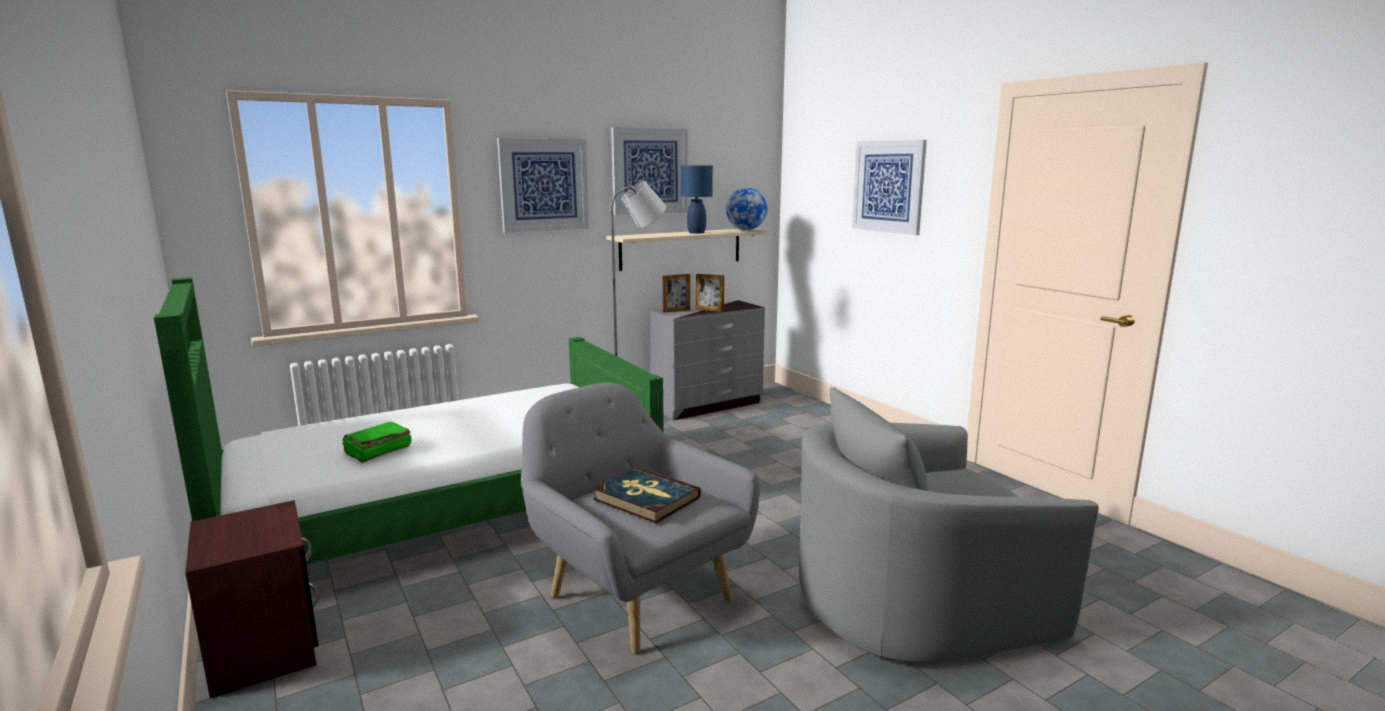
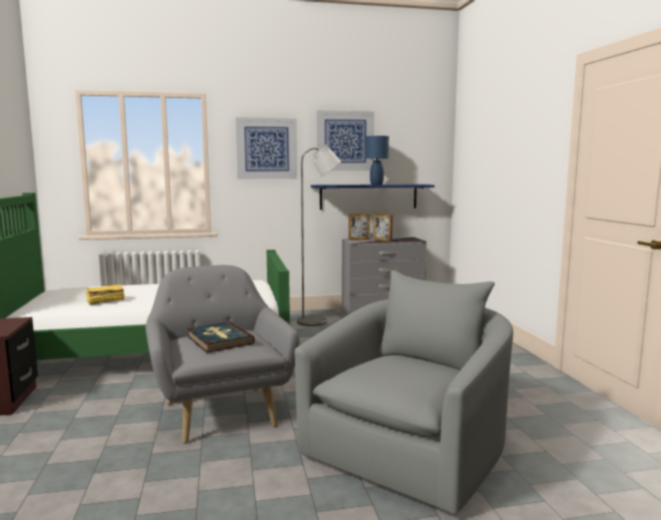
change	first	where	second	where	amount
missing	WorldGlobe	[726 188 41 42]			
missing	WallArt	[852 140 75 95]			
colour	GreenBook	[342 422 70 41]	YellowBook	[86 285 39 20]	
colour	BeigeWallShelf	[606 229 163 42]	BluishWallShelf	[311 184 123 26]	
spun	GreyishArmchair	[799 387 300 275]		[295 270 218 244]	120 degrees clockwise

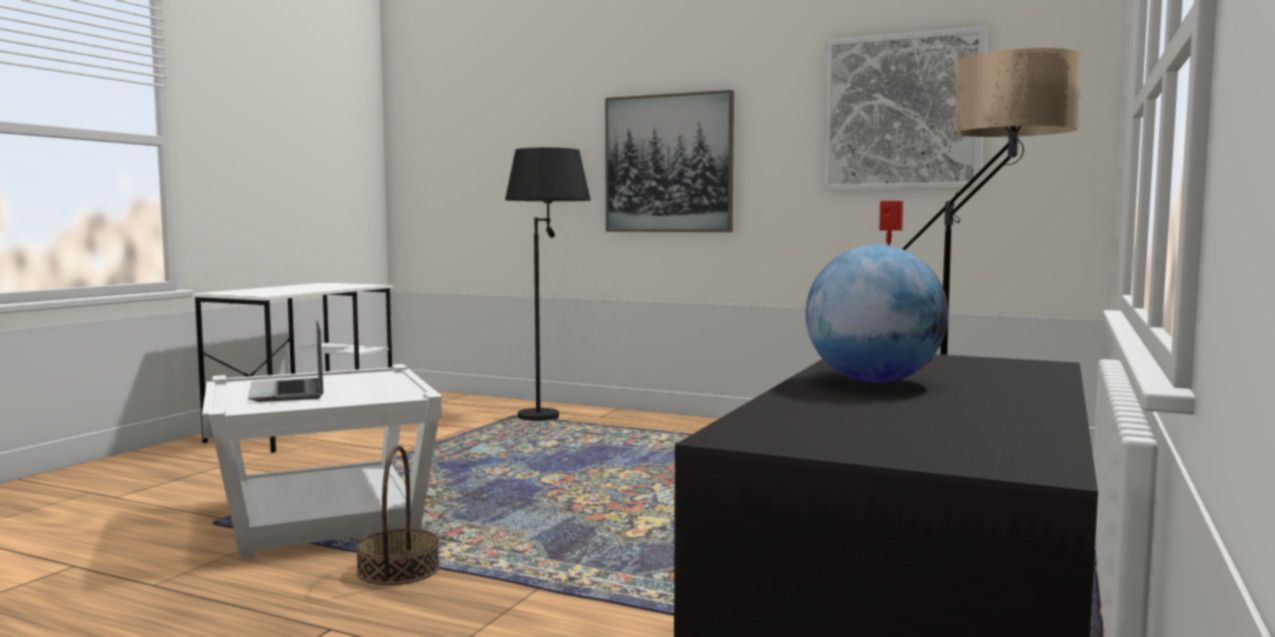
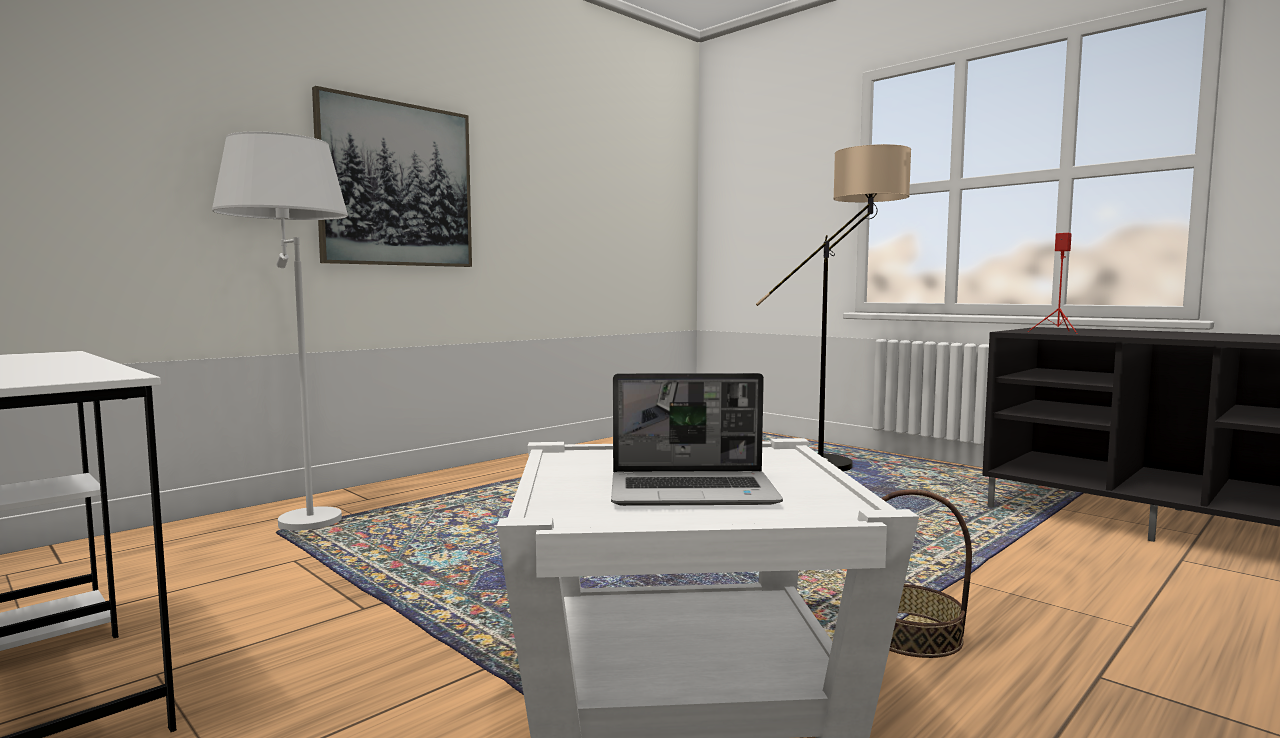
change	first	where	second	where	amount
missing	WorldGlobe	[806 245 142 138]			
missing	WallArt	[823 27 163 164]			
colour	BlackStandingLamp	[505 148 85 273]	WhiteColouredStandingLamp	[212 132 136 398]	

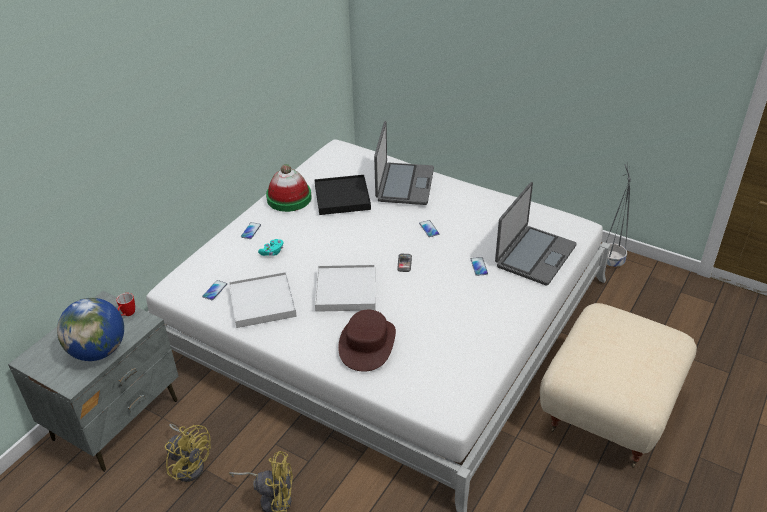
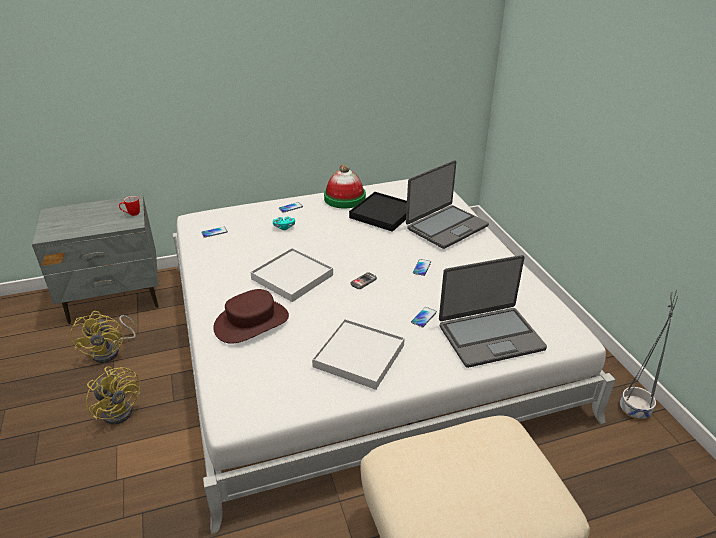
change	first	where	second	where	amount
missing	WorldGlobe	[57 298 67 63]			
relocated	WhiteColouredServingTray	[229 272 68 56]		[312 319 93 71]	

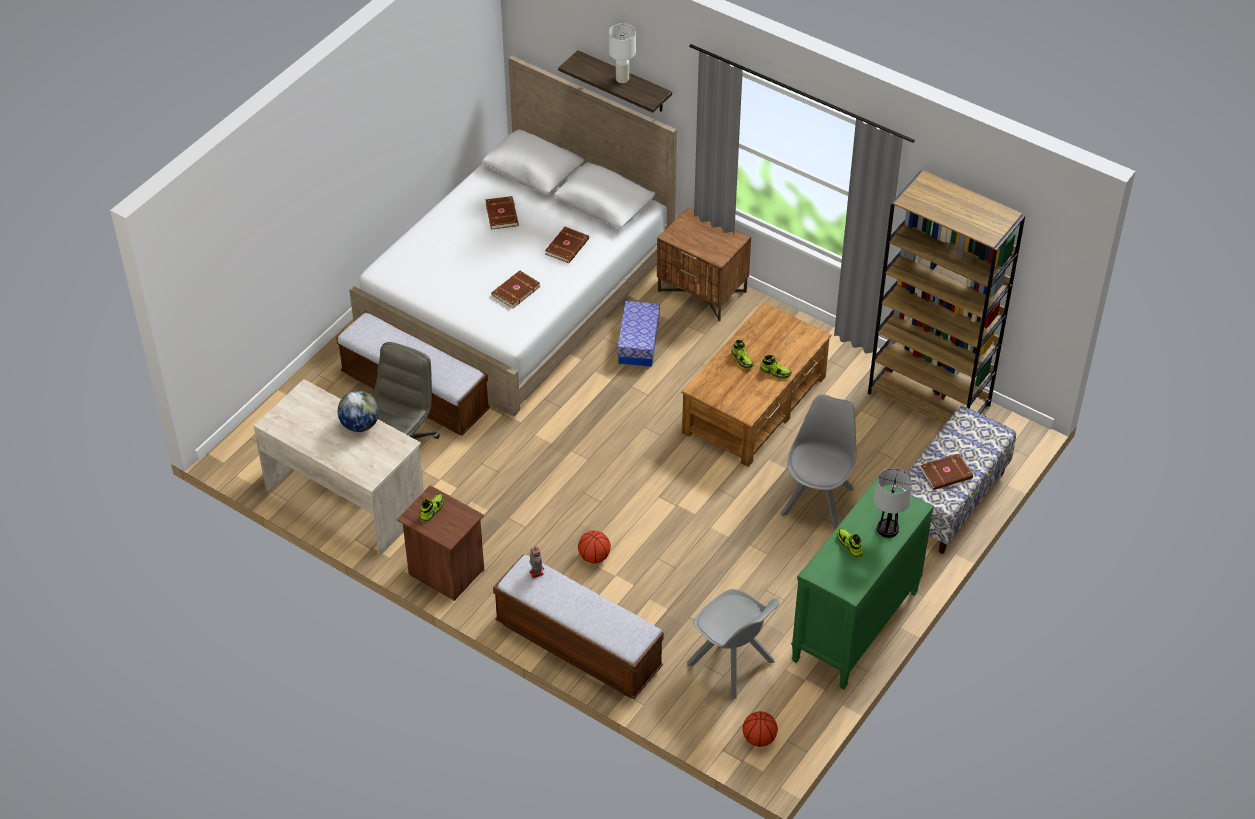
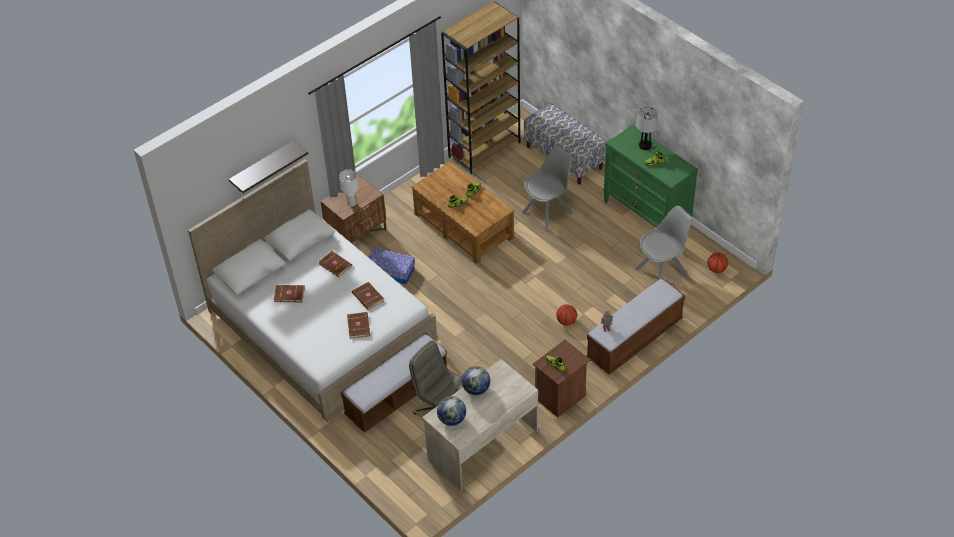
change	first	where	second	where	amount
appeared			WorldGlobe	[437 396 29 30]	
relocated	WhiteColouredTabletopLamp	[609 23 27 60]		[339 169 20 38]	
relocated	BrownishBook	[920 454 53 36]		[347 312 23 27]	
spun	GreyishPlainChair	[781 394 76 135]		[522 146 50 85]	105 degrees clockwise

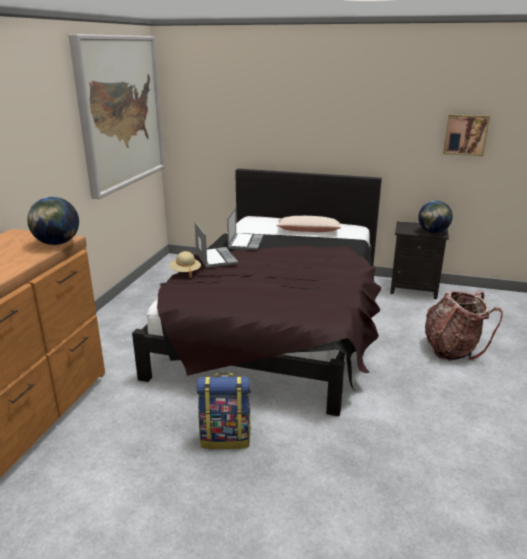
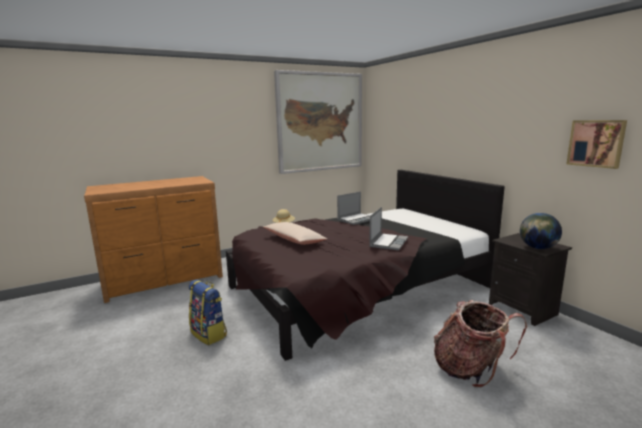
change	first	where	second	where	amount
missing	WorldGlobe	[27 197 52 48]			
relocated	PortableComputer	[195 221 43 47]		[369 207 39 44]	
relocated	BeigeThrowPillow	[276 216 65 16]		[263 222 64 23]	

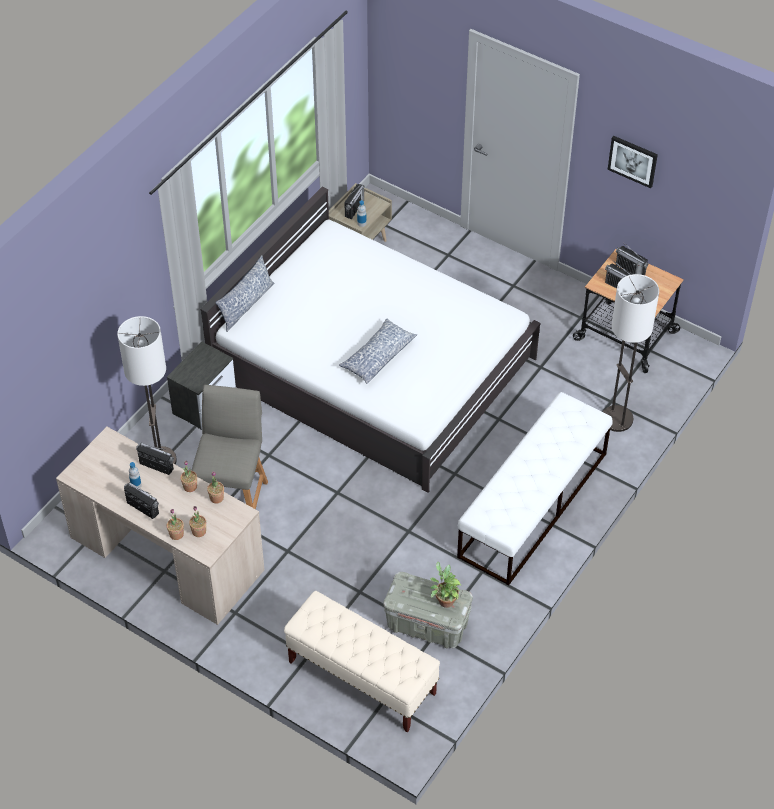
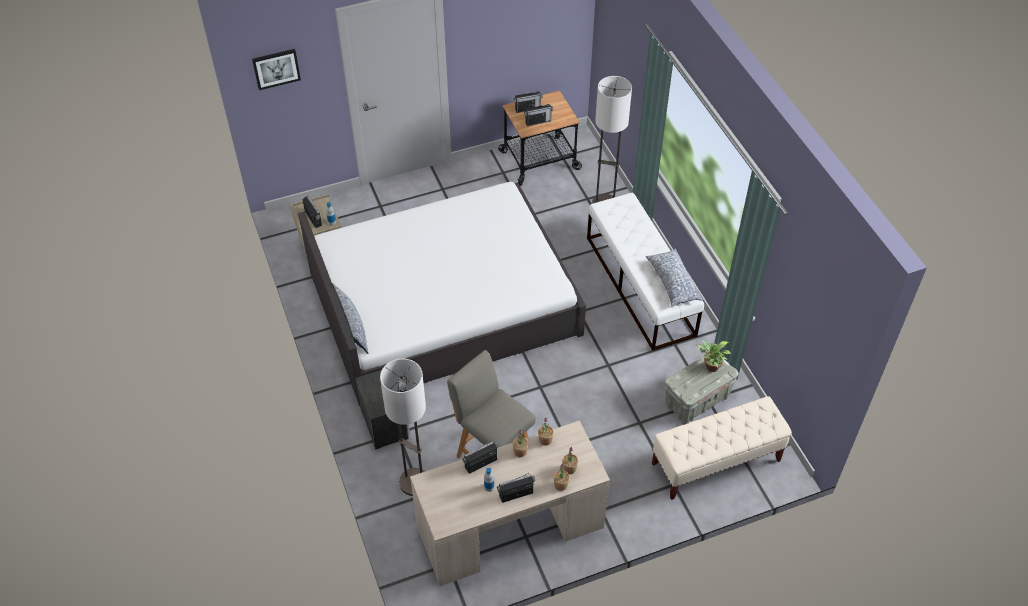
change	first	where	second	where	amount
relocated	ThrowPillow	[339 319 78 65]		[646 248 57 59]	
relocated	WallArt	[608 136 50 52]		[252 49 49 41]	

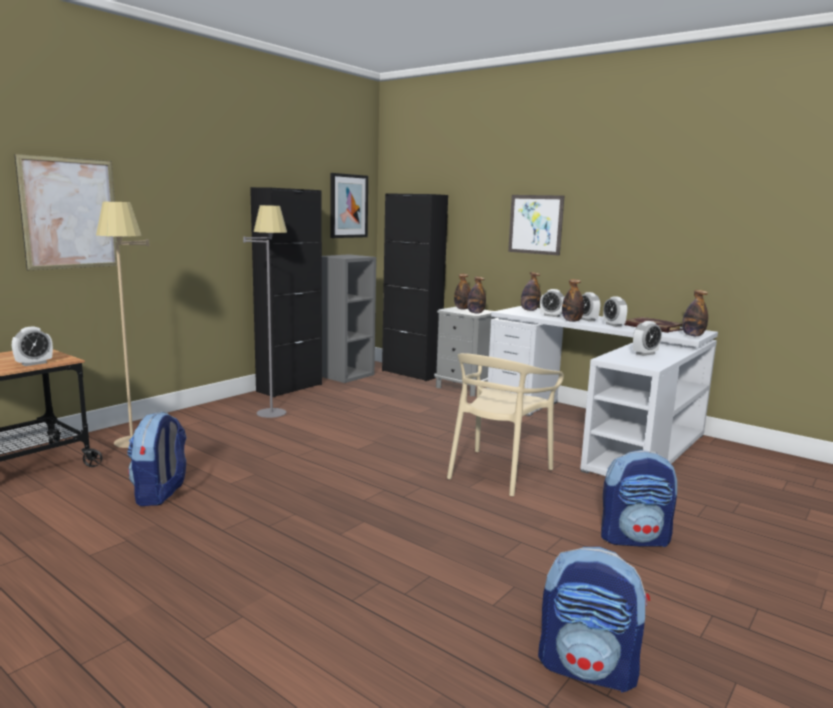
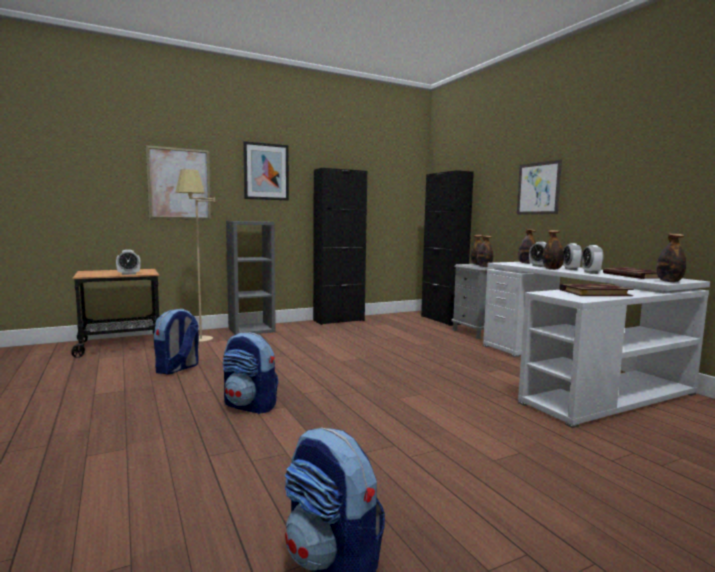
change	first	where	second	where	amount
missing	GreyishStandingLamp	[243 205 44 213]			
missing	BeigePlainChair	[447 353 117 144]			
relocated	GreyishBookshelf	[322 254 54 129]		[226 221 50 114]	
relocated	WallArt	[331 173 37 65]		[243 141 46 60]	
relocated	Rucksack	[601 450 76 97]		[223 332 55 82]	
exchanged	TableClock	[633 321 29 35]	Book	[560 284 74 12]	

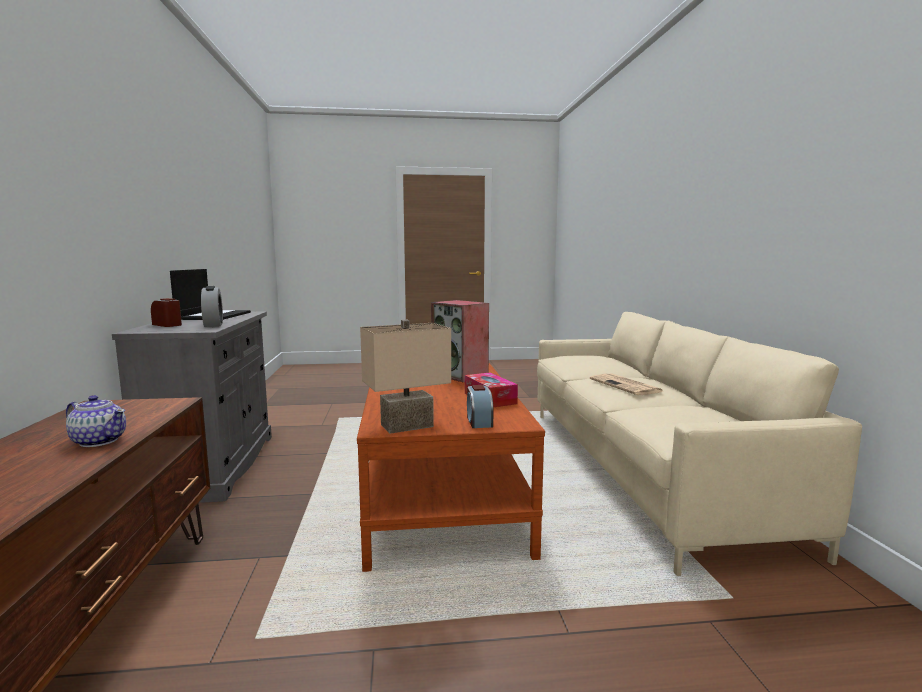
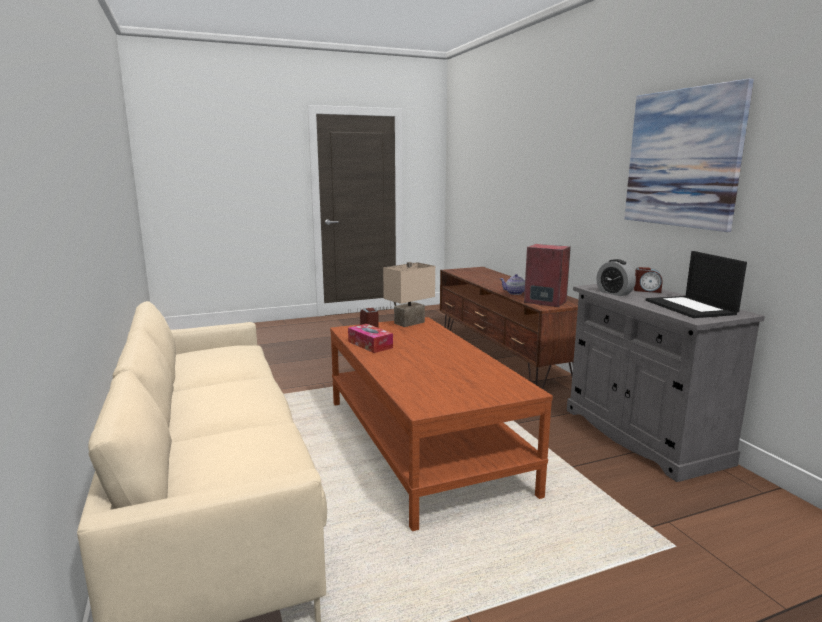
change	first	where	second	where	amount
missing	PrintedPaper	[590 374 73 21]			
appeared			WallArt	[624 78 130 154]	
relocated	AudioSpeaker	[431 300 58 82]		[524 244 47 63]	

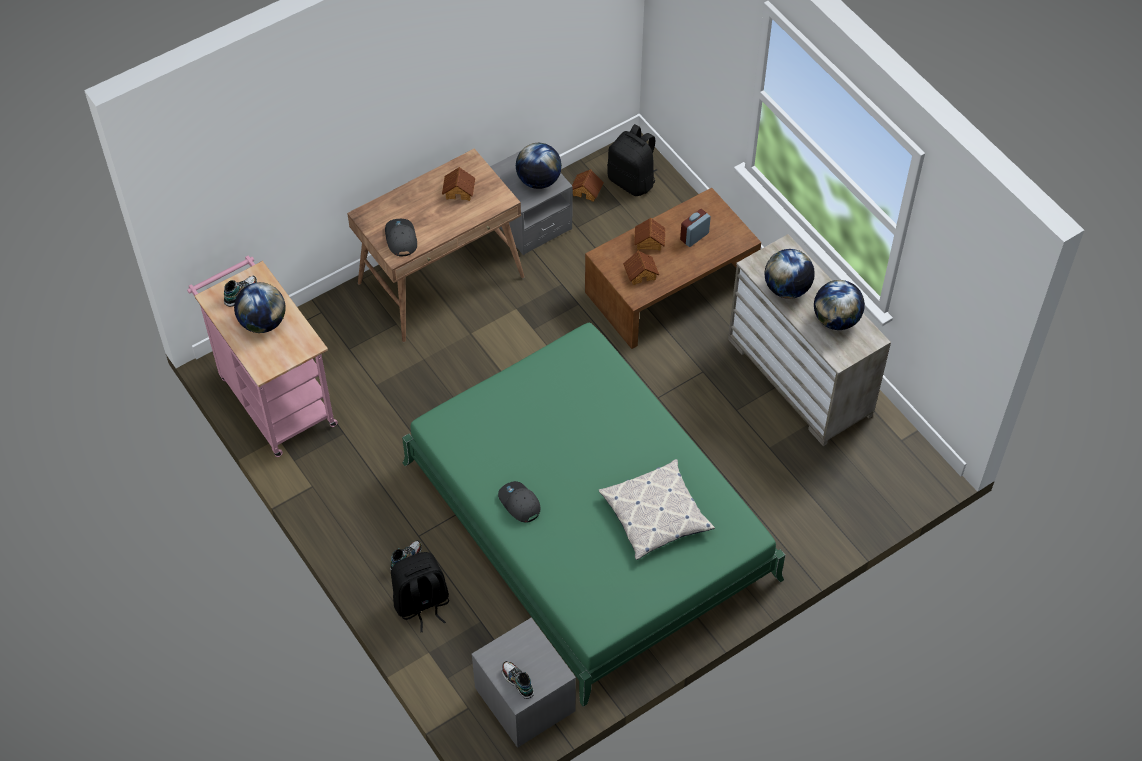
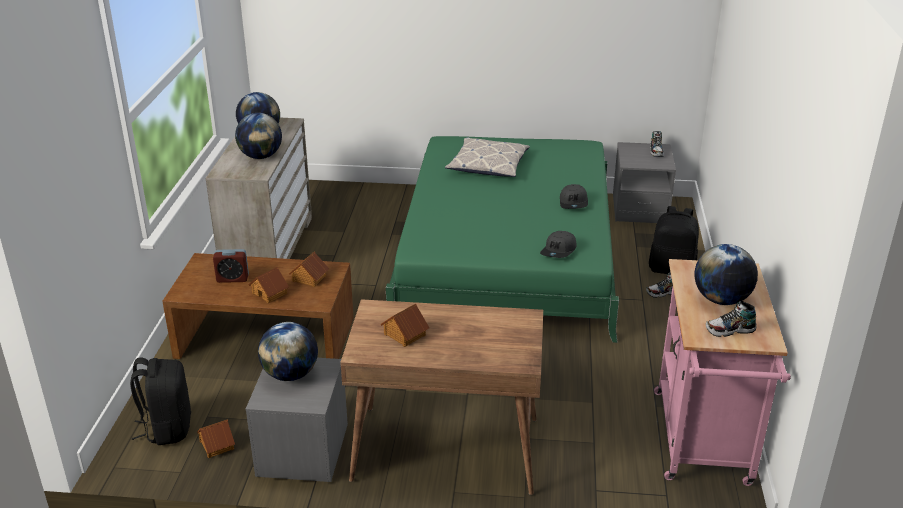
change	first	where	second	where	amount
relocated	GreyishBaseballCap	[385 219 32 38]		[540 231 37 27]	

